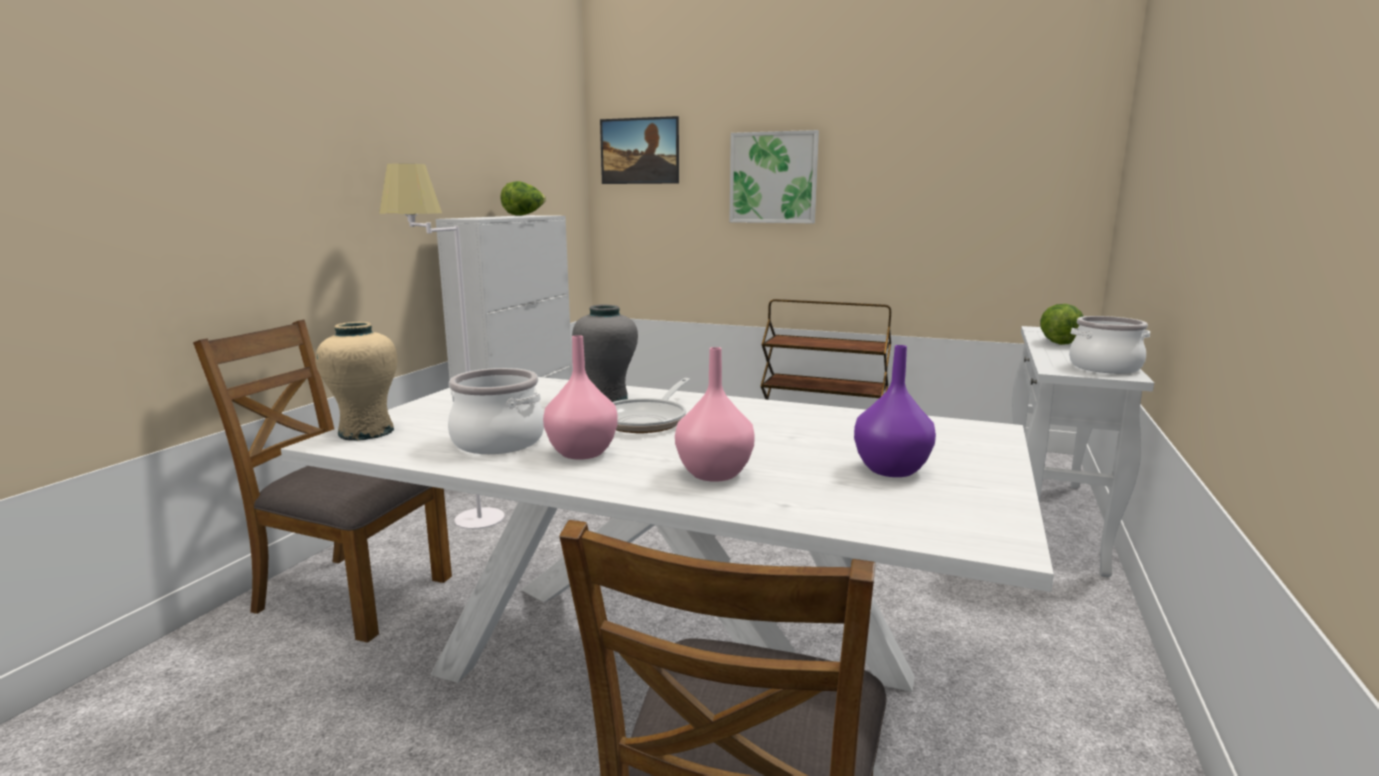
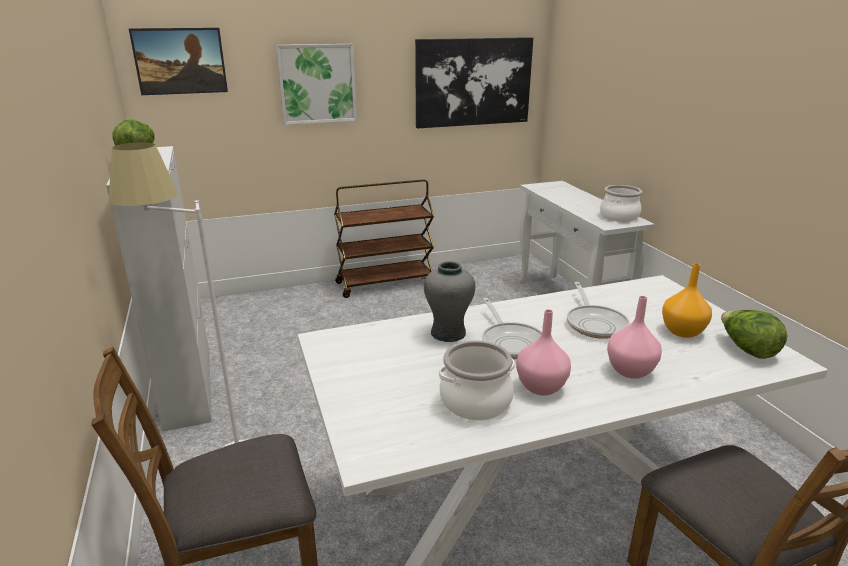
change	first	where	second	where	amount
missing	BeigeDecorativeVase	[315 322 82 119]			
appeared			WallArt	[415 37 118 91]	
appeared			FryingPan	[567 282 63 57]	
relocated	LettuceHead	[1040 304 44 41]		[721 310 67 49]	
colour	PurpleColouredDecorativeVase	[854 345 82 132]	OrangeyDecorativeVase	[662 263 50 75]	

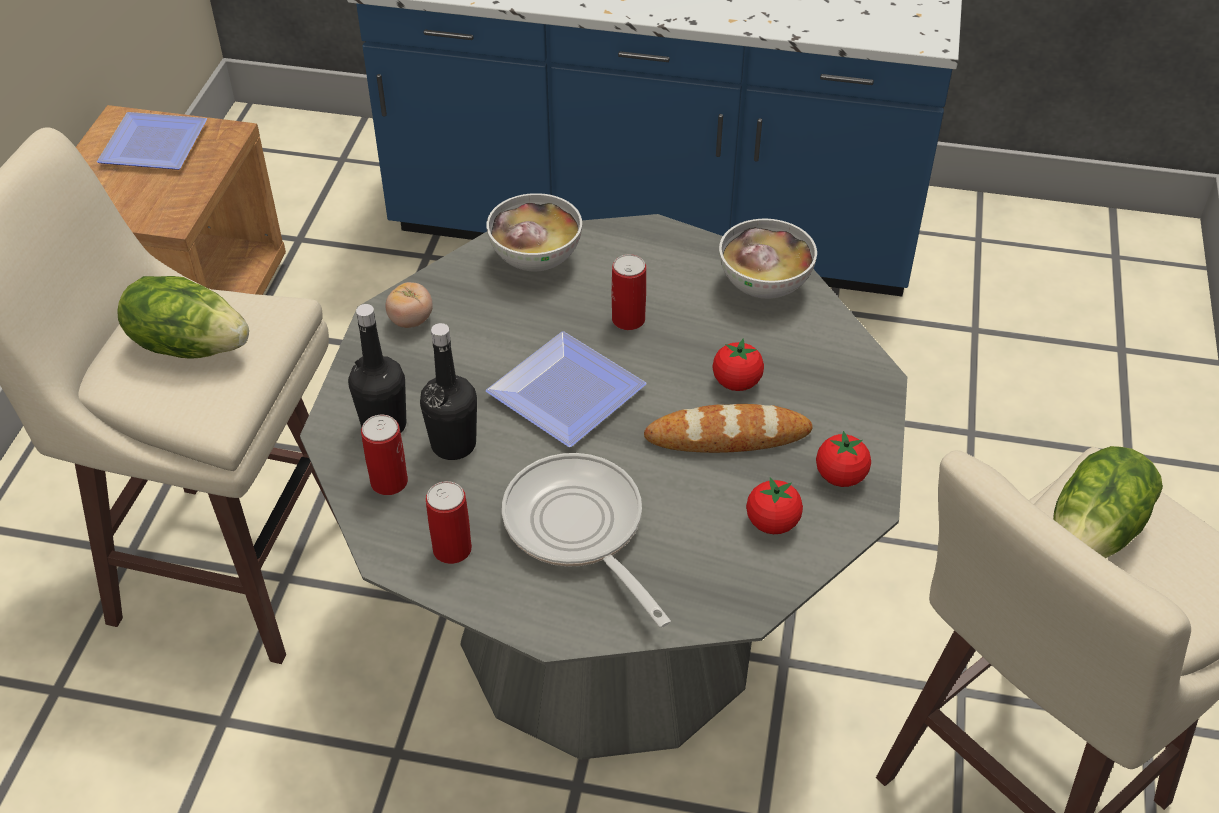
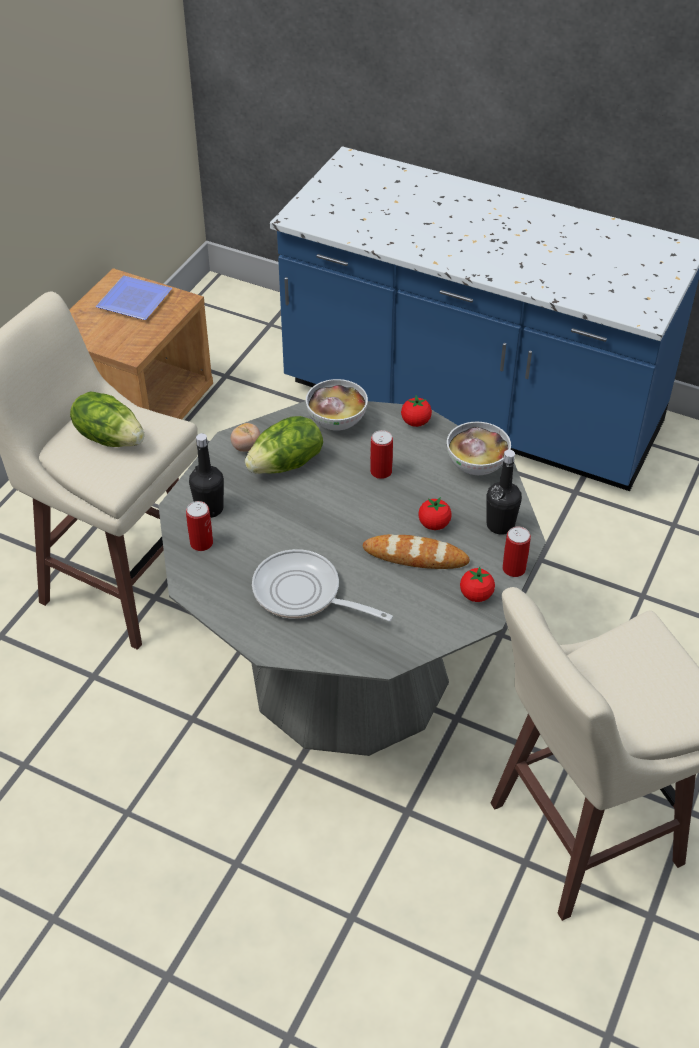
change	first	where	second	where	amount
missing	Plate	[486 331 160 116]			
relocated	BlackBeverageBottle	[420 323 57 137]		[486 450 36 85]	
relocated	Can	[426 481 46 83]		[502 526 29 51]	
relocated	Tomato	[746 477 57 57]		[401 395 31 32]	
relocated	LettuceHead	[1053 446 110 112]		[245 416 78 58]	
spun	FryingPan	[502 453 169 175]		[252 549 141 73]	45 degrees counterclockwise

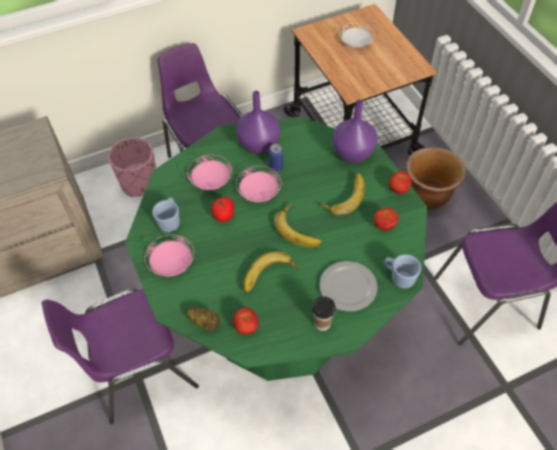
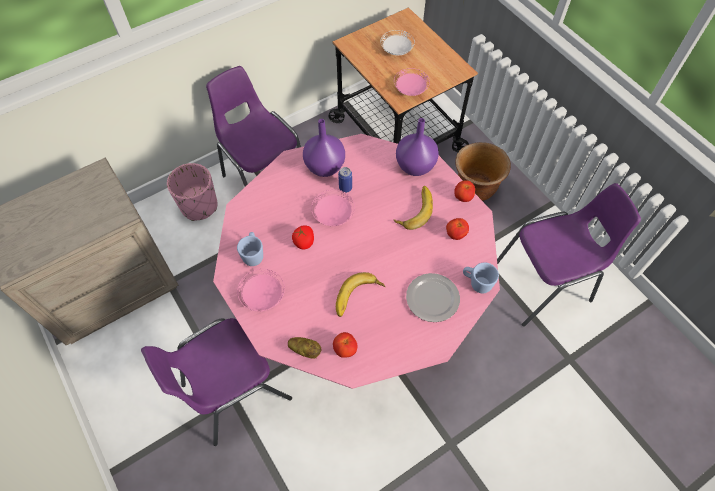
change	first	where	second	where	amount
missing	BananaFruit	[274 204 48 44]			
missing	SmallCup	[312 297 24 34]			
relocated	PinkishPlate	[187 155 45 35]		[394 68 36 28]	
colour	GreenDinnerTable	[125 117 302 264]	PinkishDinnerTable	[213 134 287 255]	

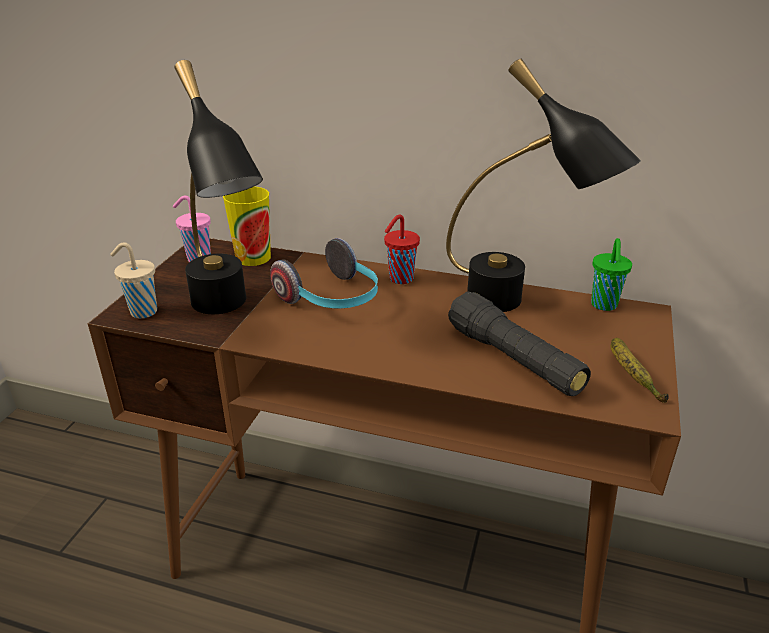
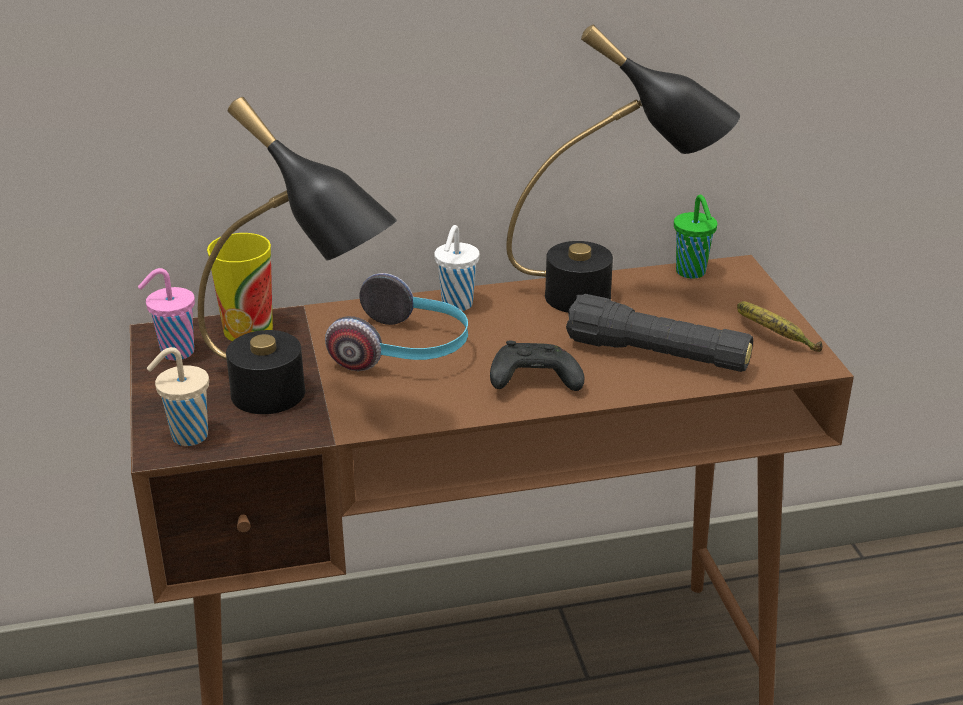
change	first	where	second	where	amount
appeared			BlackGameController	[490 341 94 50]	
colour	RedSmallCup	[384 214 36 70]	WhiteColouredSmallCup	[434 225 45 86]	

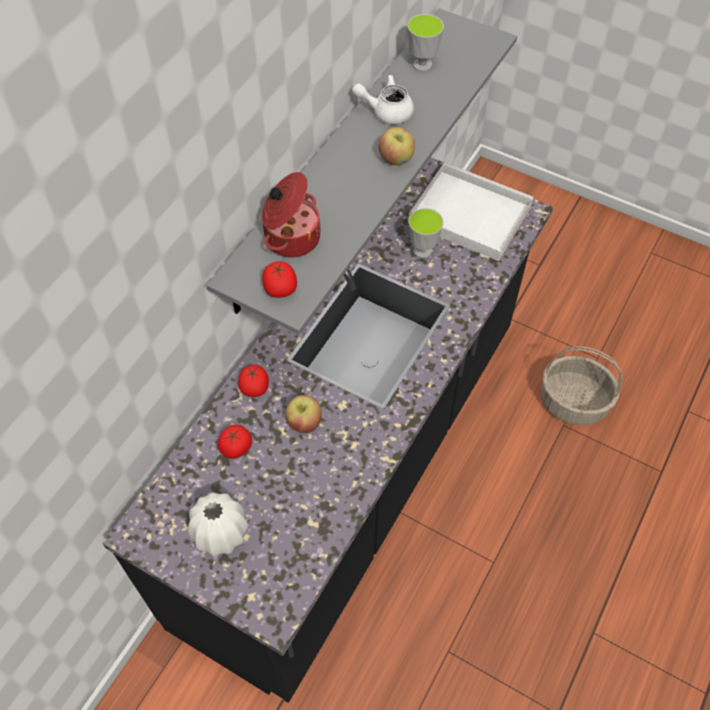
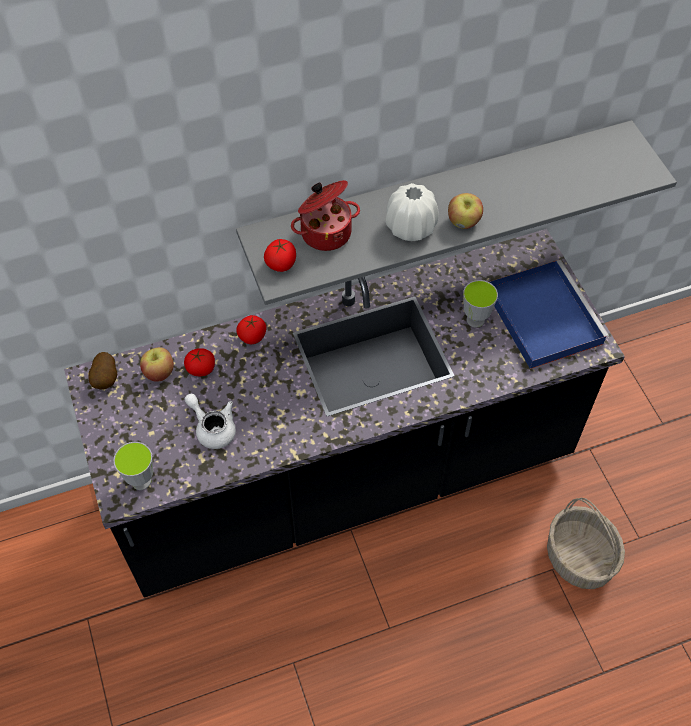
change	first	where	second	where	amount
appeared			Spud	[88 352 29 37]	
relocated	WhiteColouredDecorativeVase	[188 492 60 64]		[386 183 53 58]	
relocated	WholeApple	[285 395 37 38]		[140 347 34 35]	
relocated	WhiteColouredTeaPot	[352 75 62 49]		[185 394 51 55]	
relocated	SmallCup	[407 14 37 57]		[113 442 41 48]	
colour	WhiteColouredServingTray	[408 162 126 99]	BluishServingTray	[489 260 120 109]	

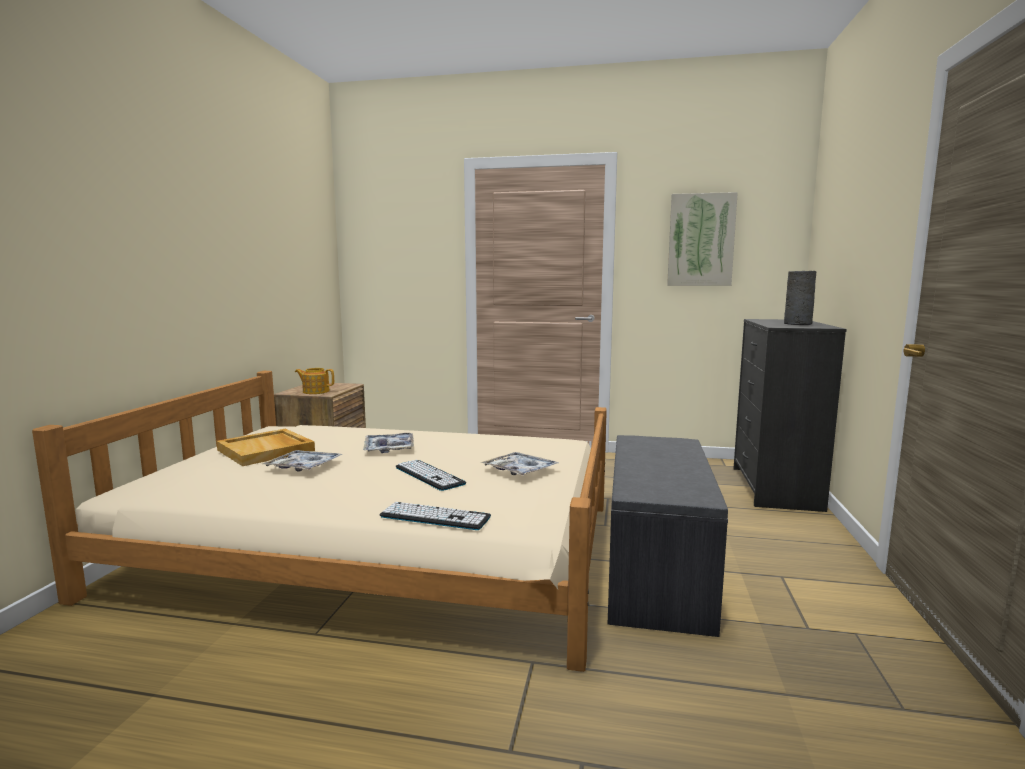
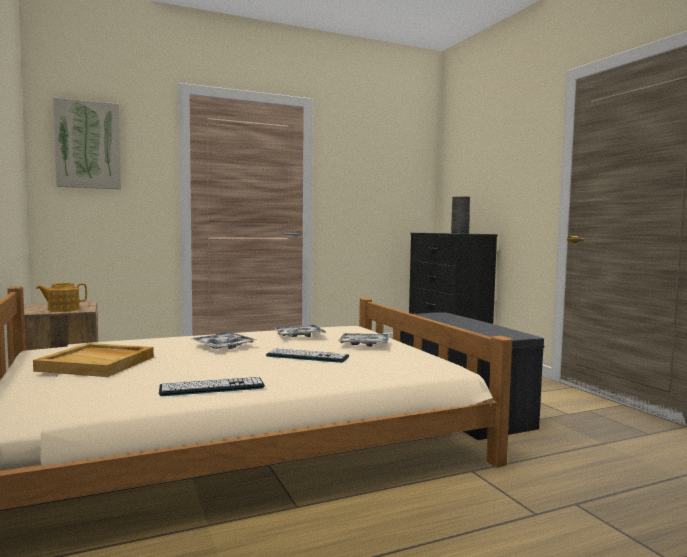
change	first	where	second	where	amount
relocated	ServingTray	[262 450 81 22]		[274 325 52 12]	
relocated	ComputerKeyboard	[380 502 111 28]		[159 377 106 19]	
relocated	WallArt	[667 192 71 94]		[53 97 68 92]	

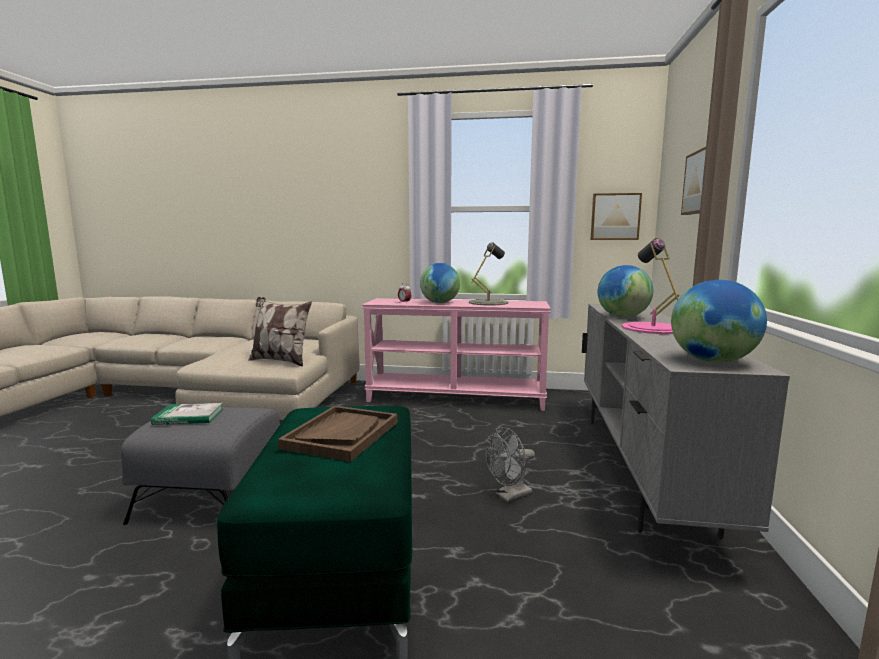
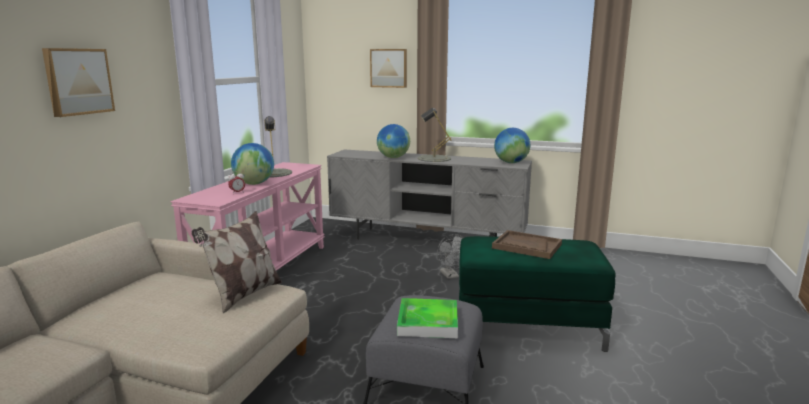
change	first	where	second	where	amount
relocated	WallArt	[591 193 51 47]		[42 48 73 69]	
exchanged	Book	[151 403 72 22]	ServingTray	[397 298 61 40]	
colour	PinkishTabletopLamp	[621 238 59 96]	GreyishTabletopLamp	[418 108 34 54]	

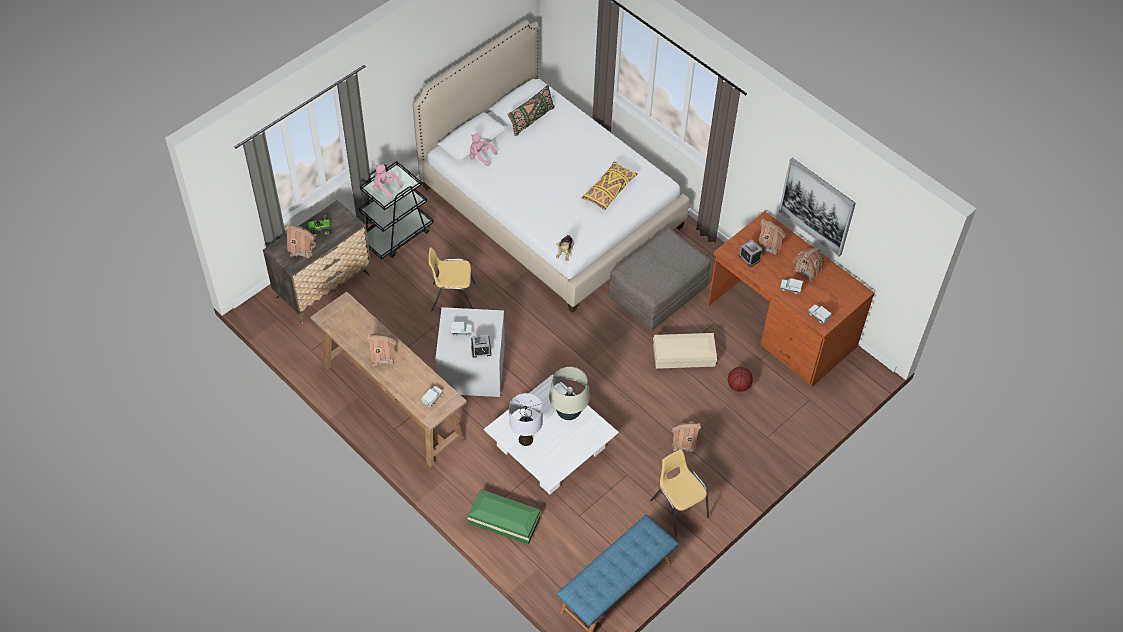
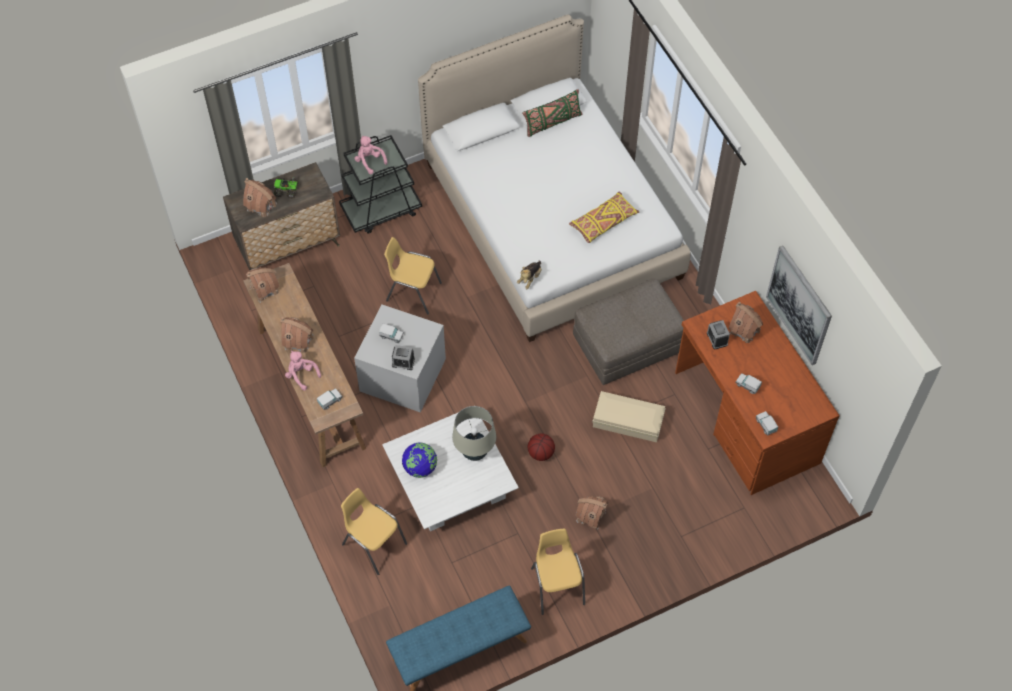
change	first	where	second	where	amount
relocated	PinkishSoftToy	[470 134 27 32]		[285 351 36 40]	
relocated	BasketballBall	[728 367 25 25]		[528 433 27 28]	
relocated	ModelHouse	[793 248 31 34]		[246 267 33 36]	
exchanged	GreenStorageBin	[467 489 74 56]	YellowPlainChair	[341 488 66 87]	
exchanged	GreyishTabletopLamp	[509 393 34 53]	WorldGlobe	[402 442 35 36]	

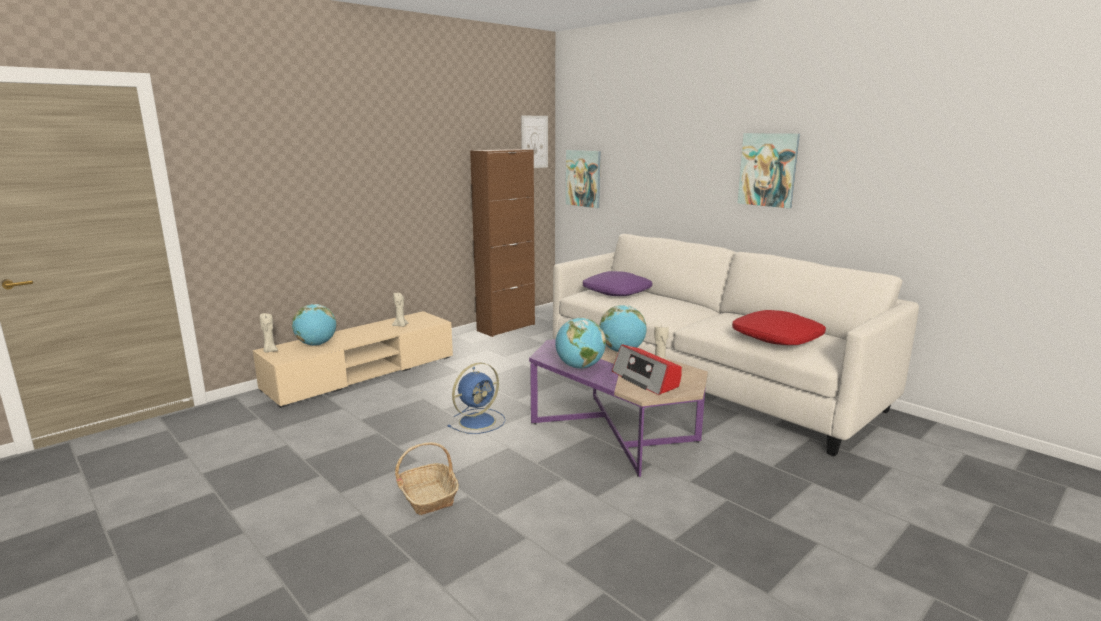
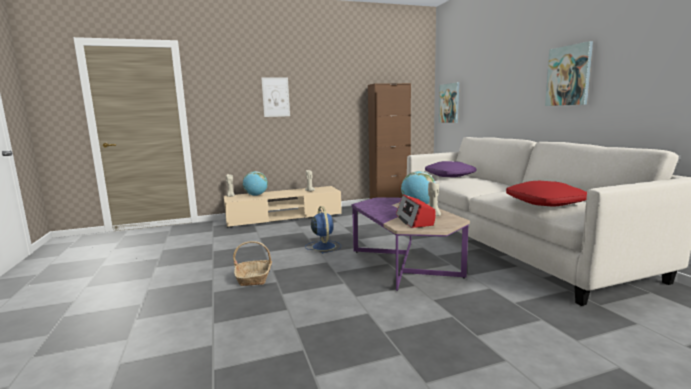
change	first	where	second	where	amount
missing	WorldGlobe	[555 318 51 51]			
relocated	WallArt	[521 115 27 53]		[261 77 29 40]	
spun	BluishElectricFan	[447 362 59 72]		[305 206 36 48]	90 degrees counterclockwise

